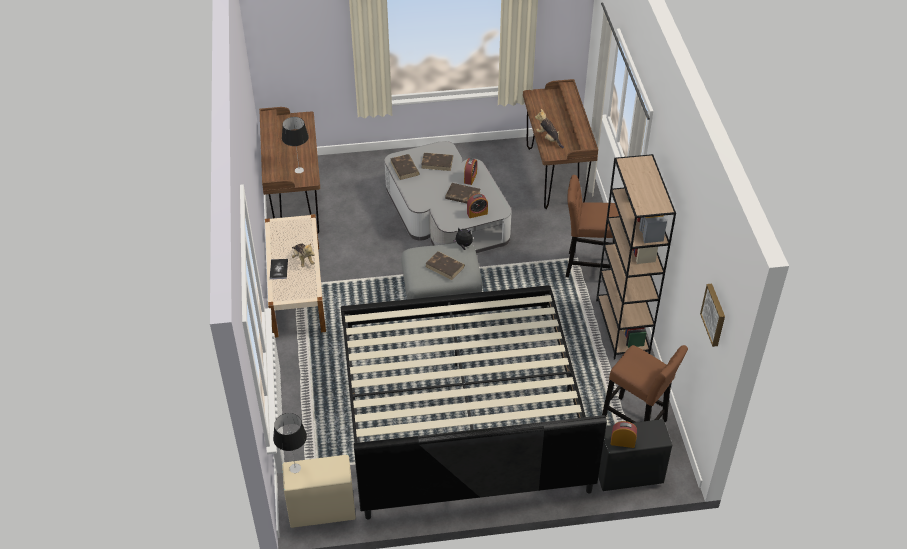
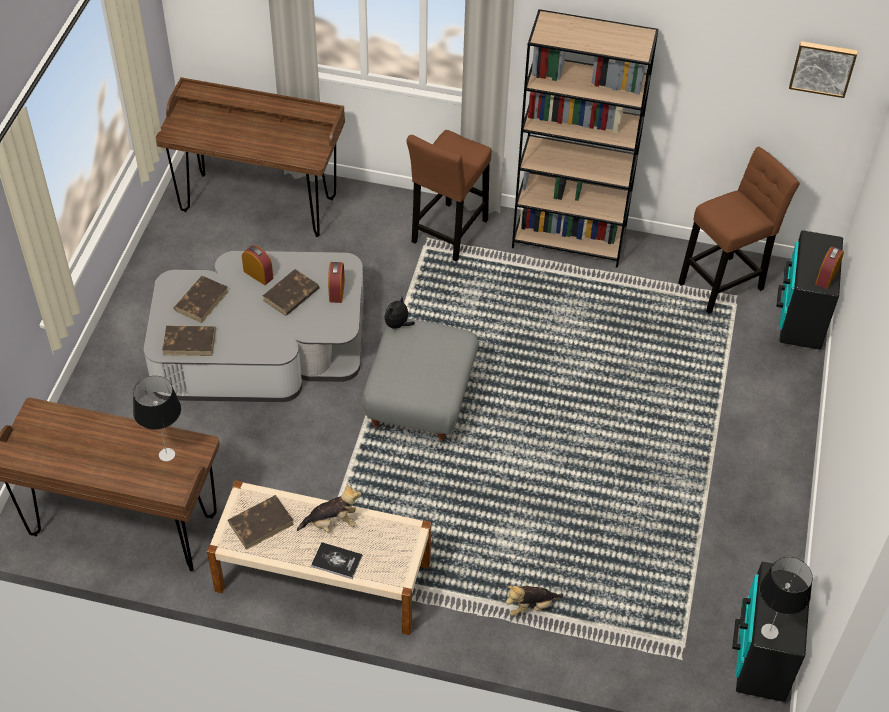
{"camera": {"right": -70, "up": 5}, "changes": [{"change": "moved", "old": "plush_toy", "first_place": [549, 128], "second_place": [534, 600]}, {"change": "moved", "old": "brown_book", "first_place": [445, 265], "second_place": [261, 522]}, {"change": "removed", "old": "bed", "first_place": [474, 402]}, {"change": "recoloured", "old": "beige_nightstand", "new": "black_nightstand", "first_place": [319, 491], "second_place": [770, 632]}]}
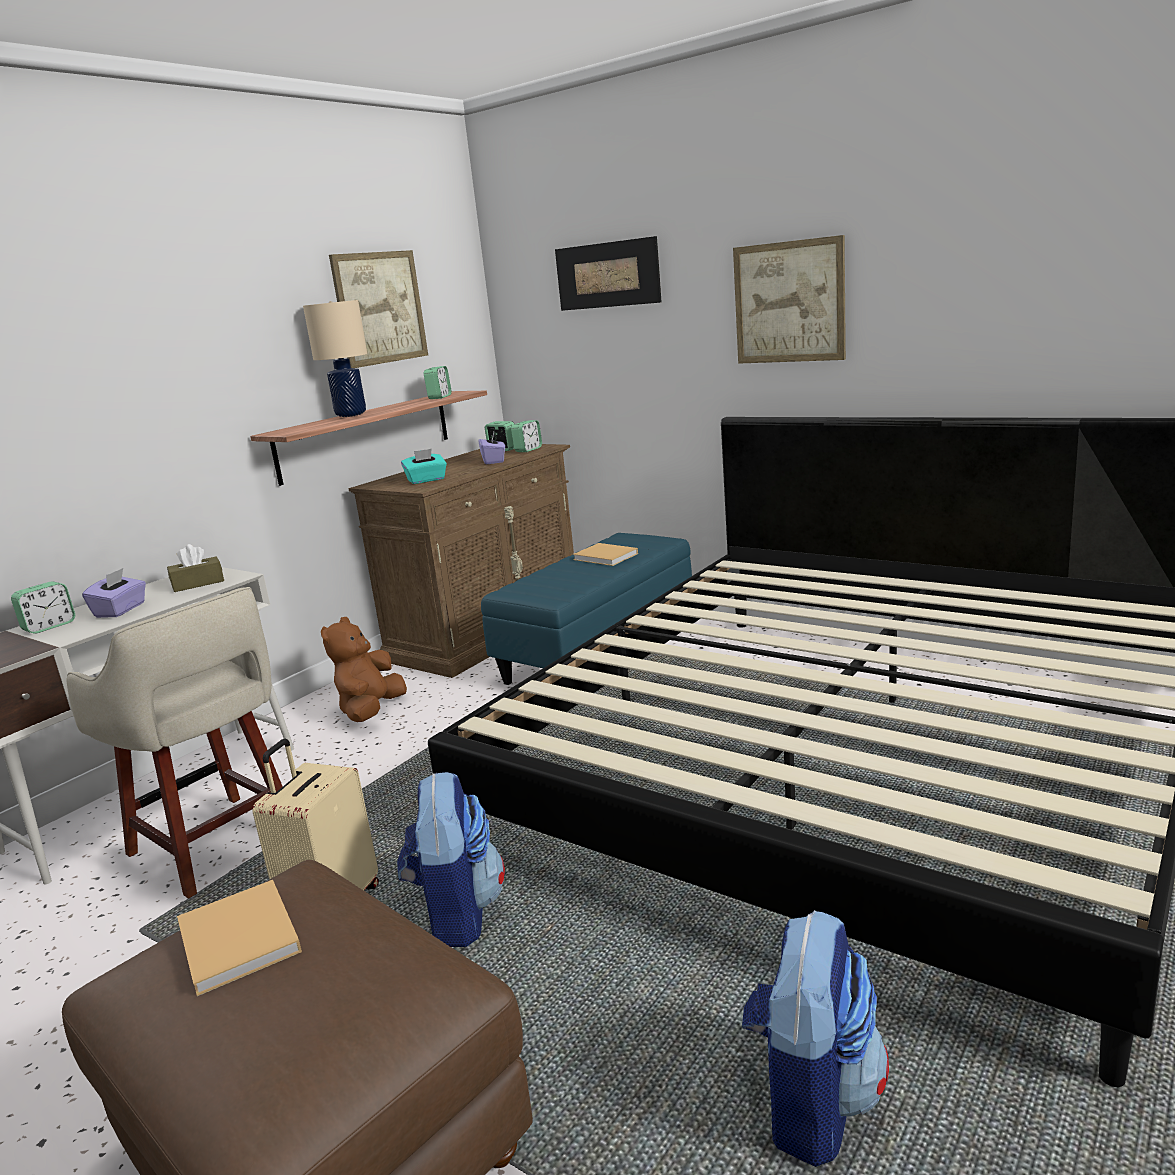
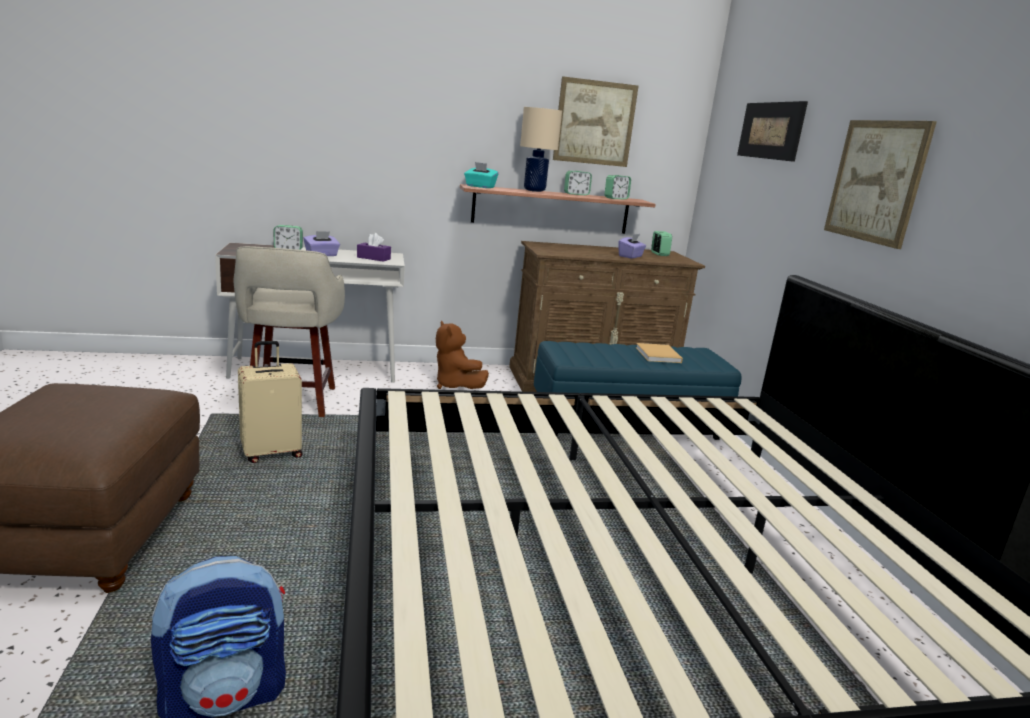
{"camera": {"right": 40, "up": 0}, "changes": [{"change": "moved", "old": "alarm_clock", "first_place": [526, 436], "second_place": [578, 183]}, {"change": "moved", "old": "turquoise_tissue_box", "first_place": [424, 466], "second_place": [481, 175]}, {"change": "recoloured", "old": "brown_tissue_box", "new": "purple_tissue_box", "first_place": [195, 568], "second_place": [374, 247]}, {"change": "turned", "old": "brown_plush_toy", "first_place": [364, 669], "second_place": [462, 355], "degrees": -90}, {"change": "removed", "old": "backpack", "first_place": [451, 859]}, {"change": "removed", "old": "beige_book", "first_place": [239, 938]}]}
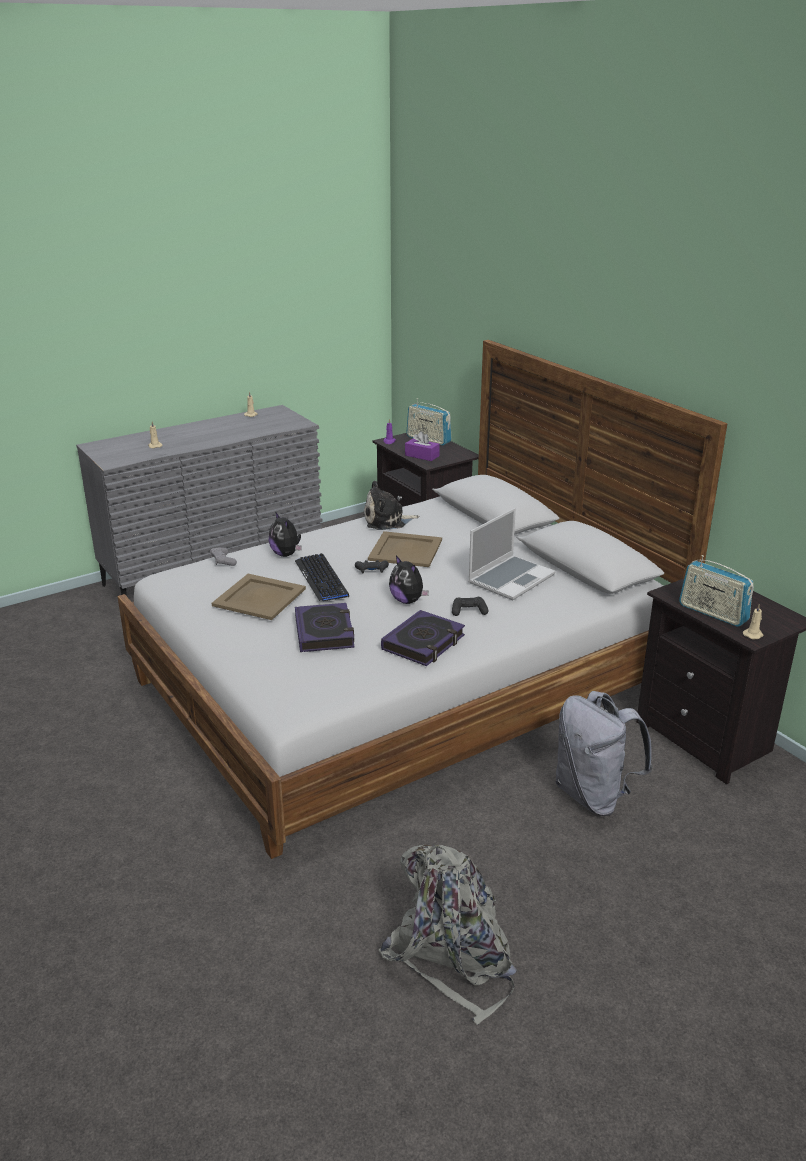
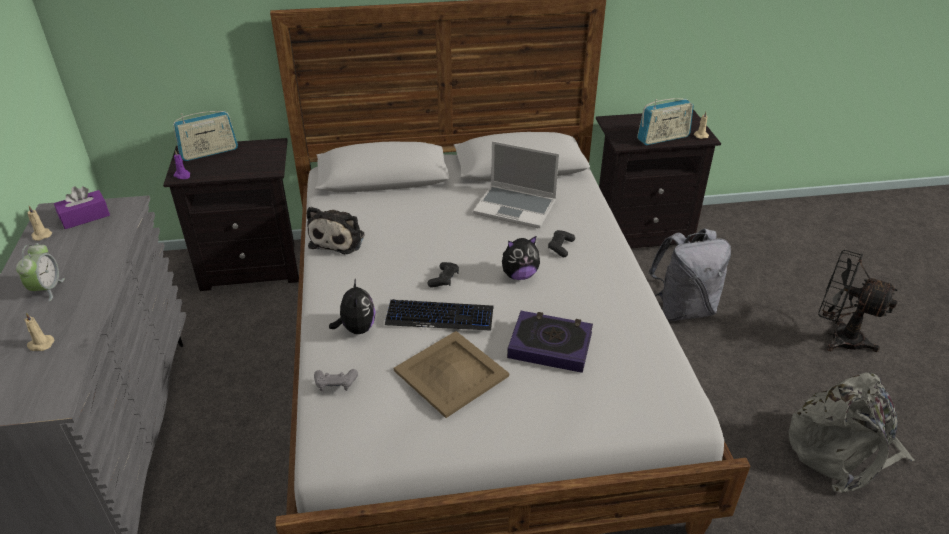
{"camera": {"right": -65, "up": 10}, "changes": [{"change": "moved", "old": "purple_tissue_box", "first_place": [422, 446], "second_place": [82, 207]}, {"change": "turned", "old": "laptop", "first_place": [511, 554], "second_place": [516, 184], "degrees": 135}, {"change": "turned", "old": "plush_toy", "first_place": [285, 534], "second_place": [352, 306], "degrees": -90}, {"change": "removed", "old": "beige_tray", "first_place": [405, 549]}, {"change": "removed", "old": "book", "first_place": [423, 638]}, {"change": "added", "new": "alarm_clock", "second_place": [40, 272]}, {"change": "added", "new": "black_fan", "second_place": [858, 301]}]}
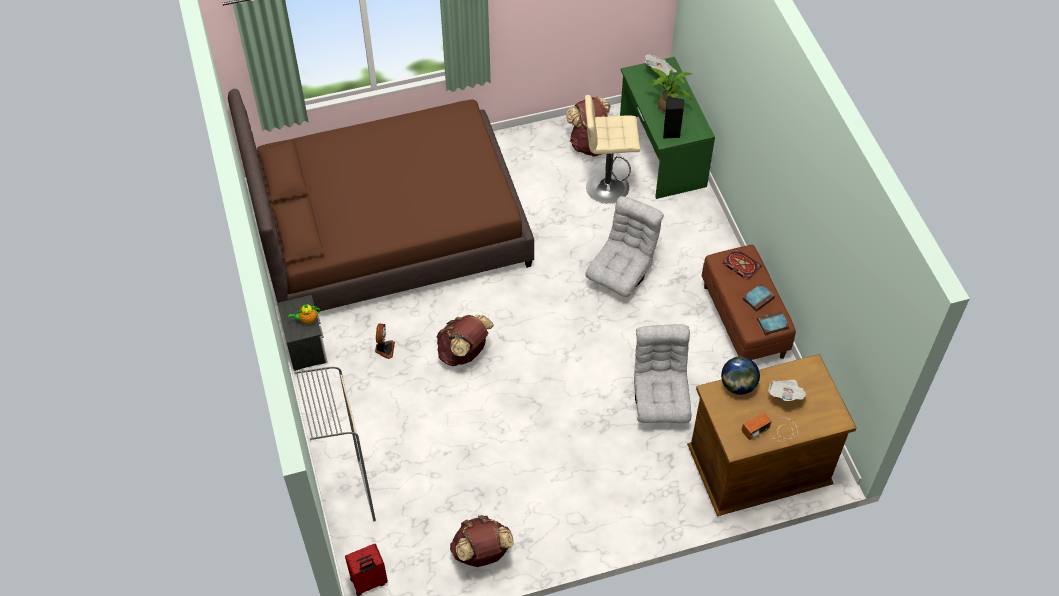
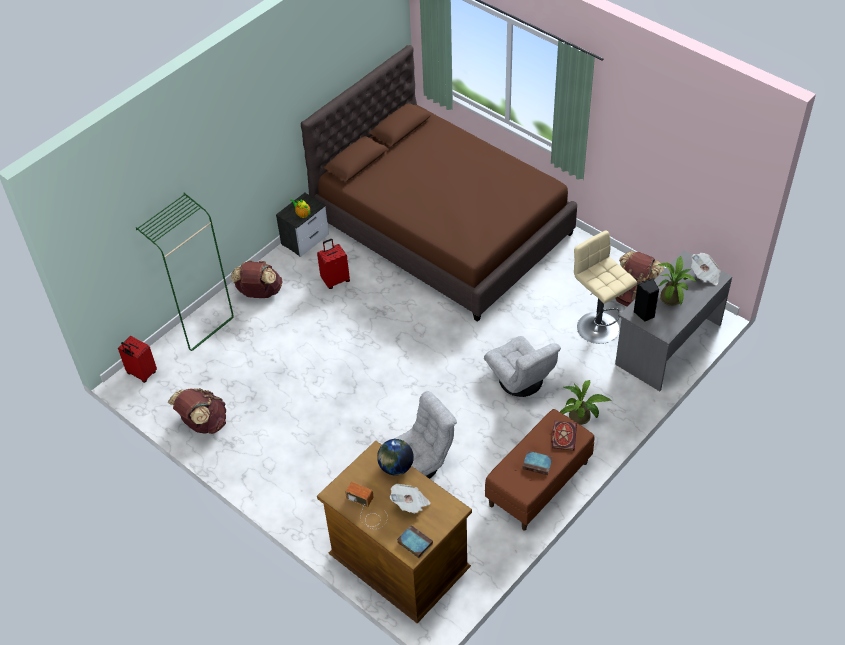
{"camera": {"right": 60, "up": -5}, "changes": [{"change": "recoloured", "old": "green_desk", "new": "grey_desk", "first_place": [667, 128], "second_place": [674, 320]}, {"change": "turned", "old": "grey_armchair", "first_place": [624, 246], "second_place": [522, 366], "degrees": 60}, {"change": "moved", "old": "book", "first_place": [773, 323], "second_place": [415, 541]}, {"change": "moved", "old": "brown_backpack", "first_place": [465, 340], "second_place": [257, 279]}, {"change": "replaced", "old": "fan", "new": "red_suitcase", "first_place": [385, 341], "second_place": [333, 264]}, {"change": "recoloured", "old": "grey_clothes_rack", "new": "green_clothes_rack", "first_place": [335, 444], "second_place": [185, 272]}, {"change": "added", "new": "potted_plant", "second_place": [585, 402]}]}
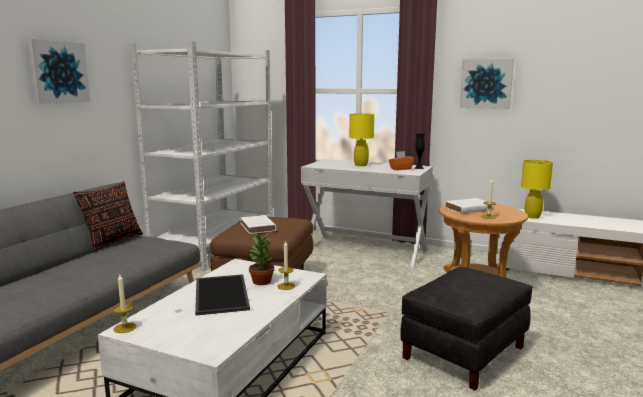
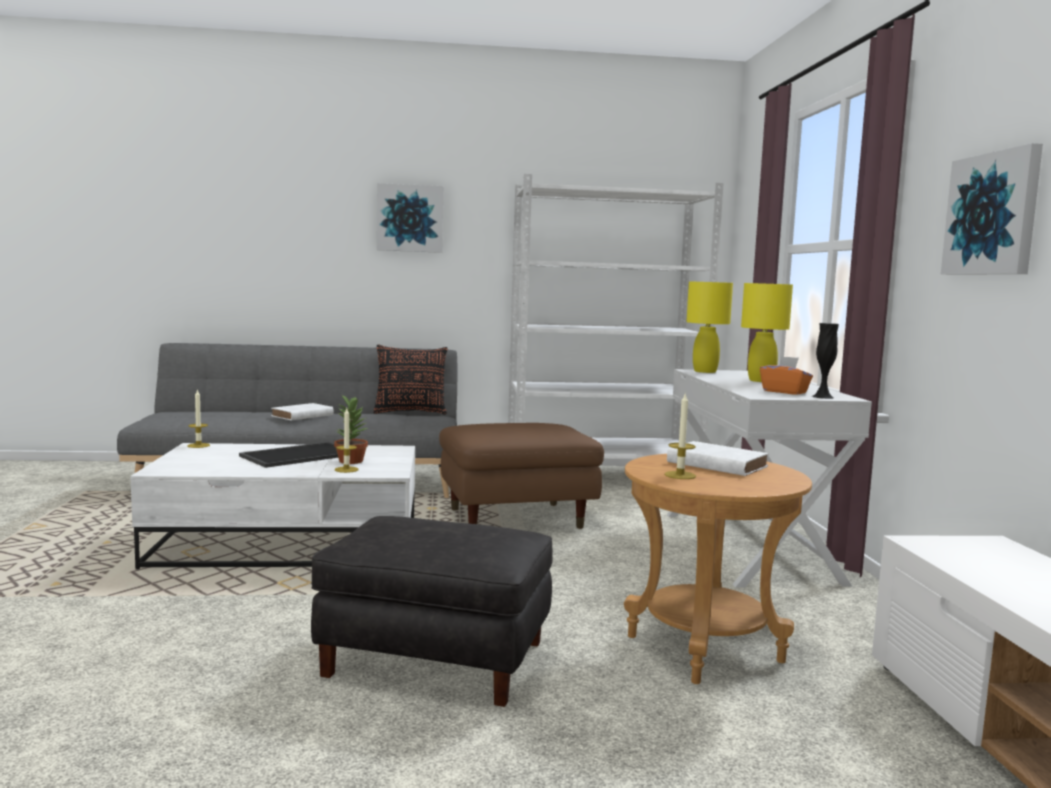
{"camera": {"right": 60, "up": -5}, "changes": [{"change": "moved", "old": "yellow_table_lamp", "first_place": [537, 189], "second_place": [709, 327]}, {"change": "moved", "old": "white_book", "first_place": [259, 224], "second_place": [302, 411]}]}
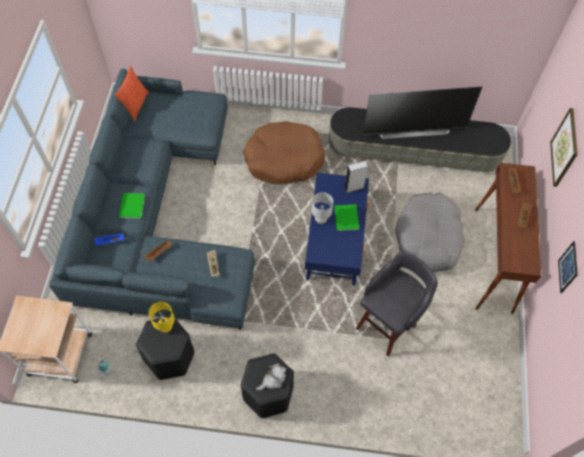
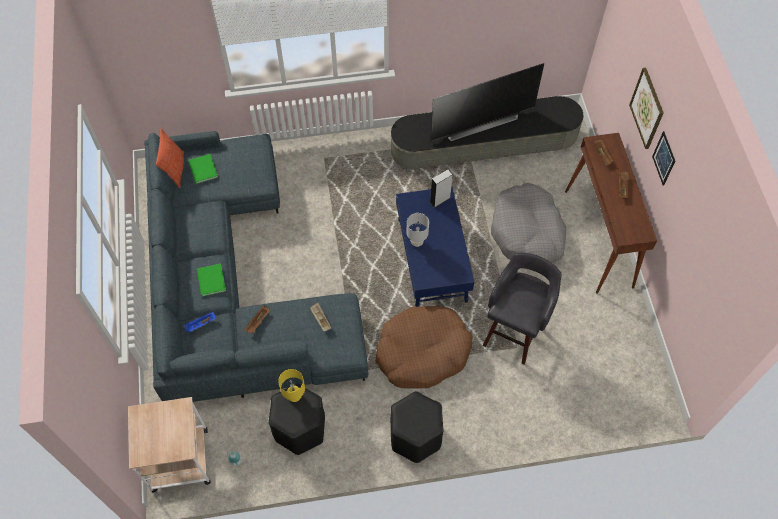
{"camera": {"right": -15, "up": 0}, "changes": [{"change": "moved", "old": "brown_dog_bed", "first_place": [284, 152], "second_place": [424, 347]}, {"change": "moved", "old": "green_book", "first_place": [346, 218], "second_place": [203, 169]}, {"change": "moved", "old": "picture", "first_place": [568, 267], "second_place": [663, 158]}, {"change": "removed", "old": "plush_toy", "first_place": [271, 377]}]}
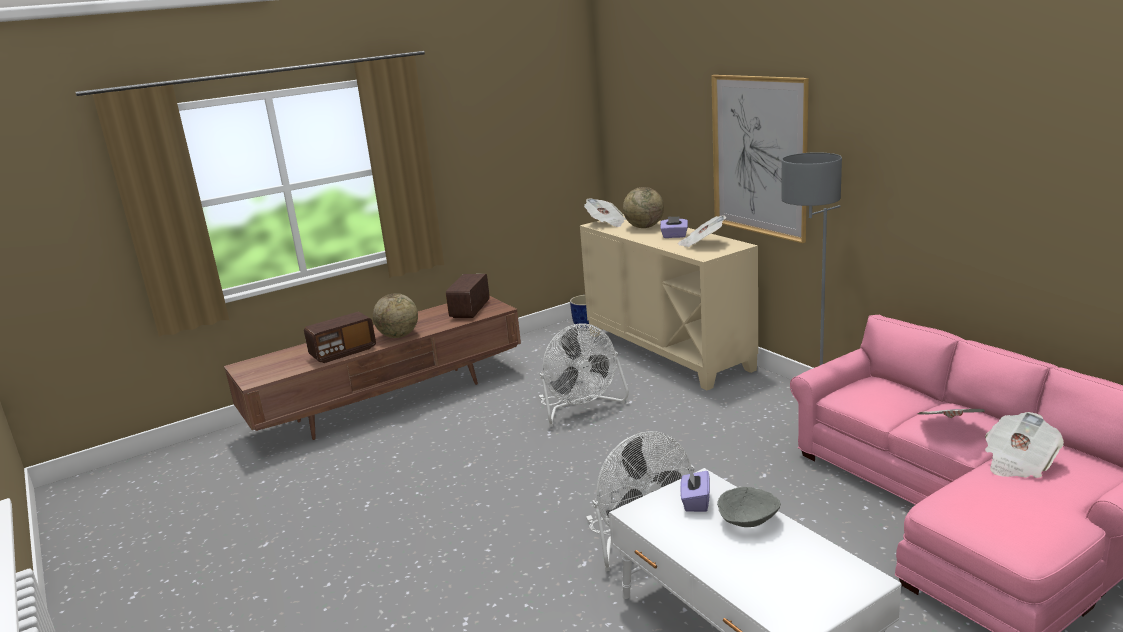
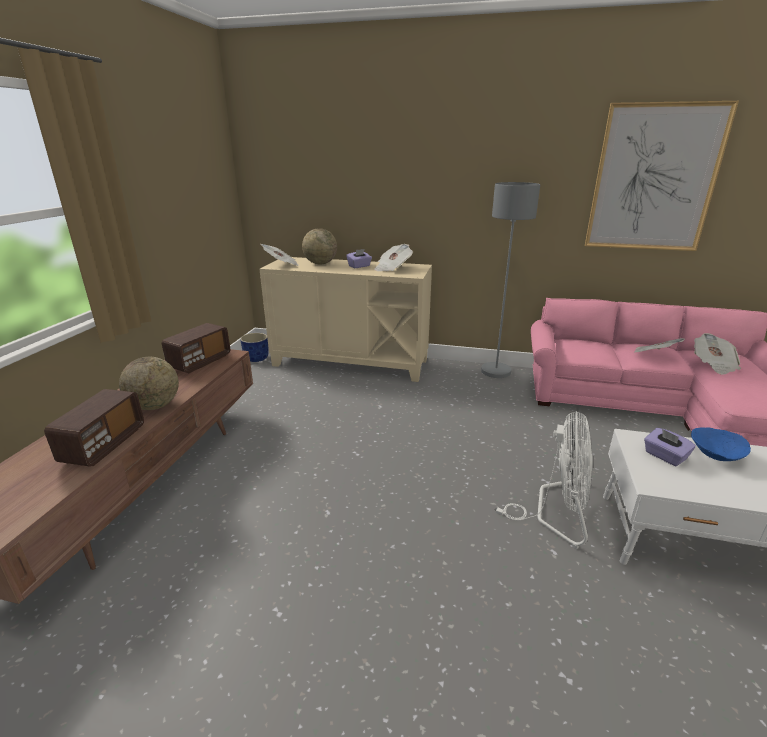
{"camera": {"right": -45, "up": 5}, "changes": [{"change": "moved", "old": "picture", "first_place": [760, 159], "second_place": [662, 176]}, {"change": "turned", "old": "radio", "first_place": [468, 296], "second_place": [196, 348], "degrees": -120}, {"change": "removed", "old": "white_fan", "first_place": [584, 375]}, {"change": "recoloured", "old": "grey_bowl", "new": "blue_bowl", "first_place": [749, 507], "second_place": [721, 444]}]}
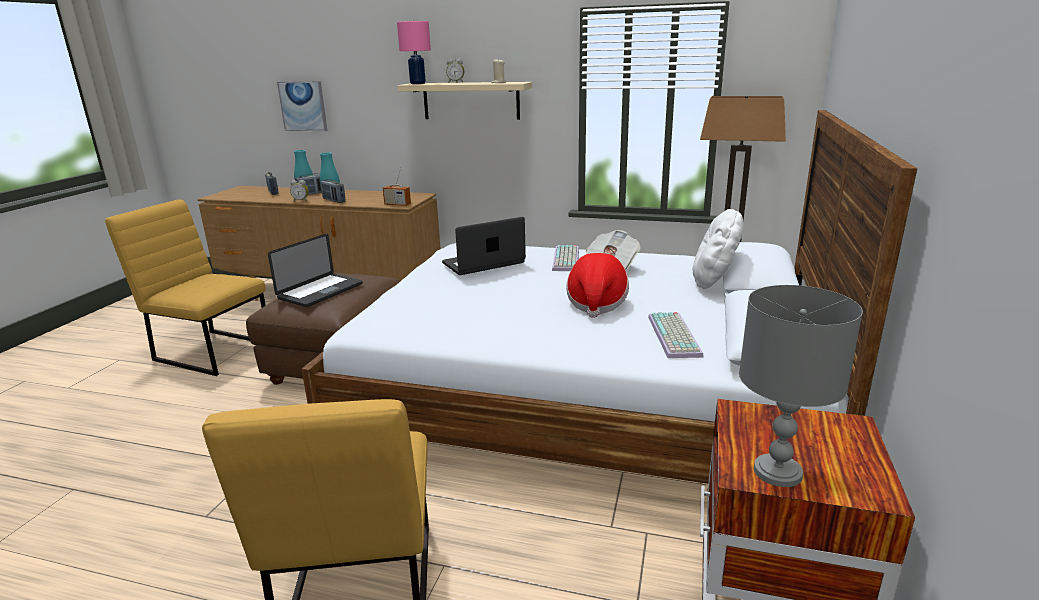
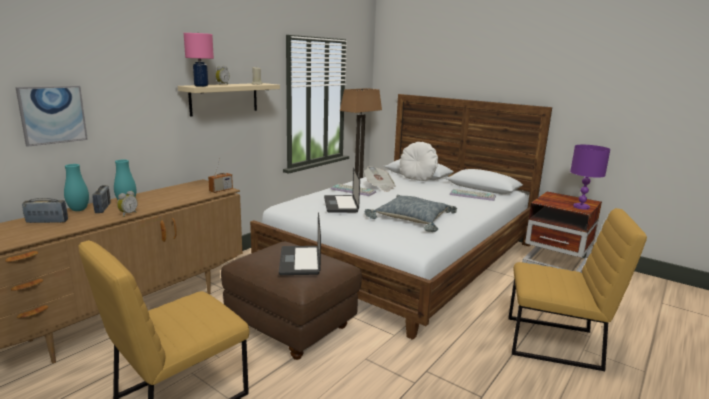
{"camera": {"right": -70, "up": -5}, "changes": [{"change": "removed", "old": "radio", "first_place": [333, 191]}, {"change": "turned", "old": "laptop", "first_place": [315, 270], "second_place": [300, 244], "degrees": -150}, {"change": "removed", "old": "hat", "first_place": [597, 285]}, {"change": "recoloured", "old": "grey_table_lamp", "new": "purple_table_lamp", "first_place": [801, 386], "second_place": [590, 177]}, {"change": "added", "new": "pillow", "second_place": [411, 213]}]}
